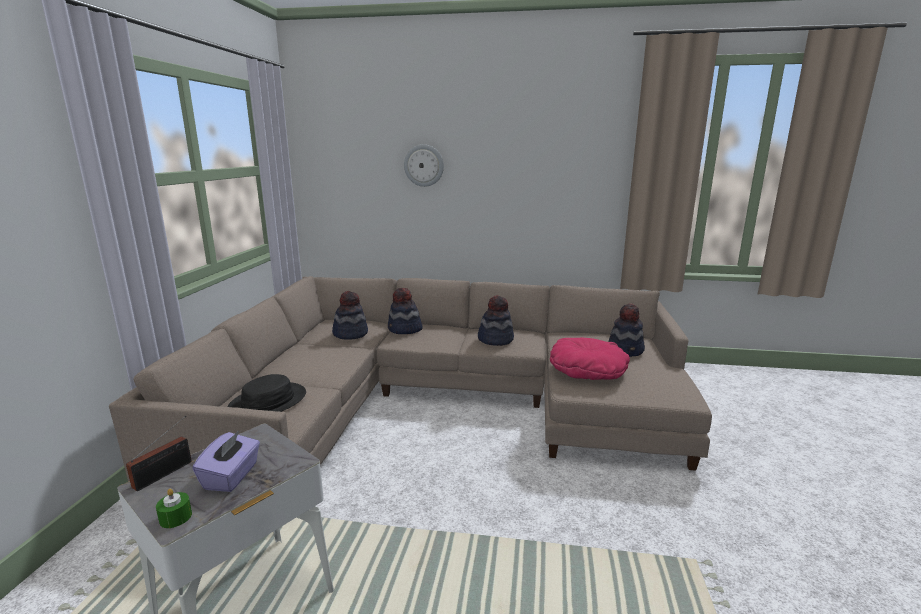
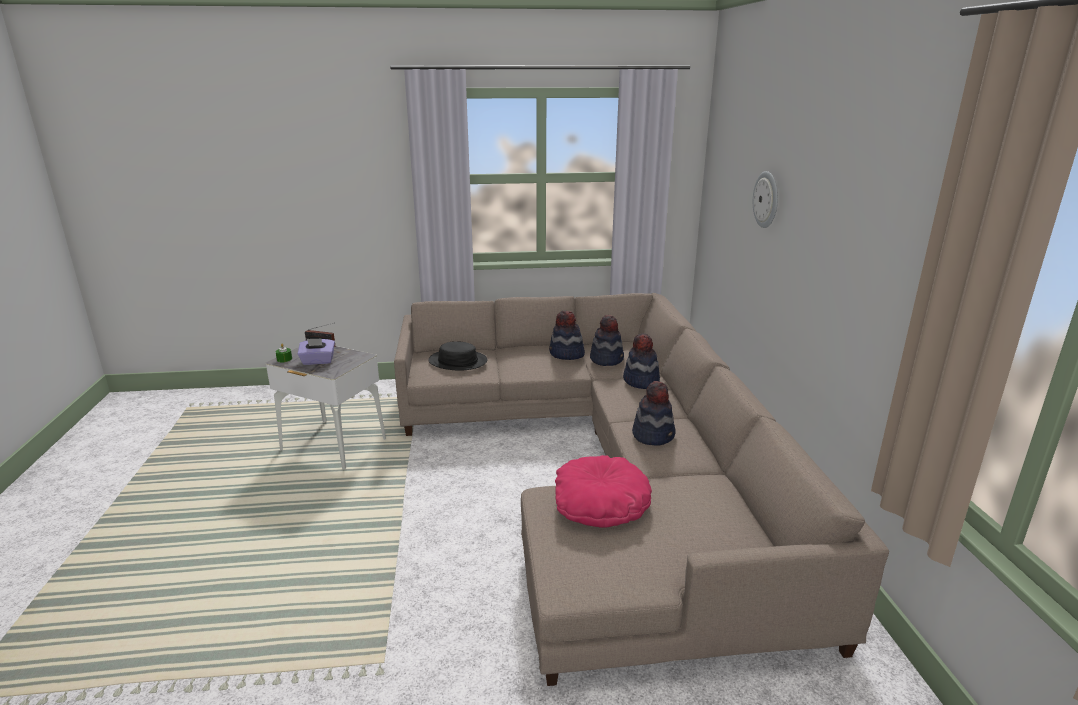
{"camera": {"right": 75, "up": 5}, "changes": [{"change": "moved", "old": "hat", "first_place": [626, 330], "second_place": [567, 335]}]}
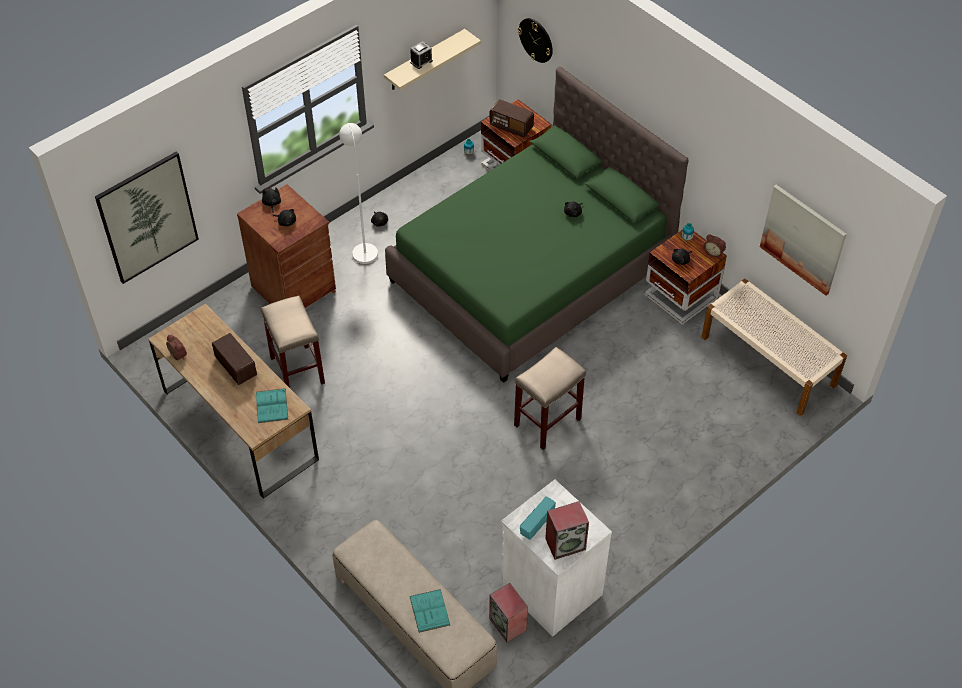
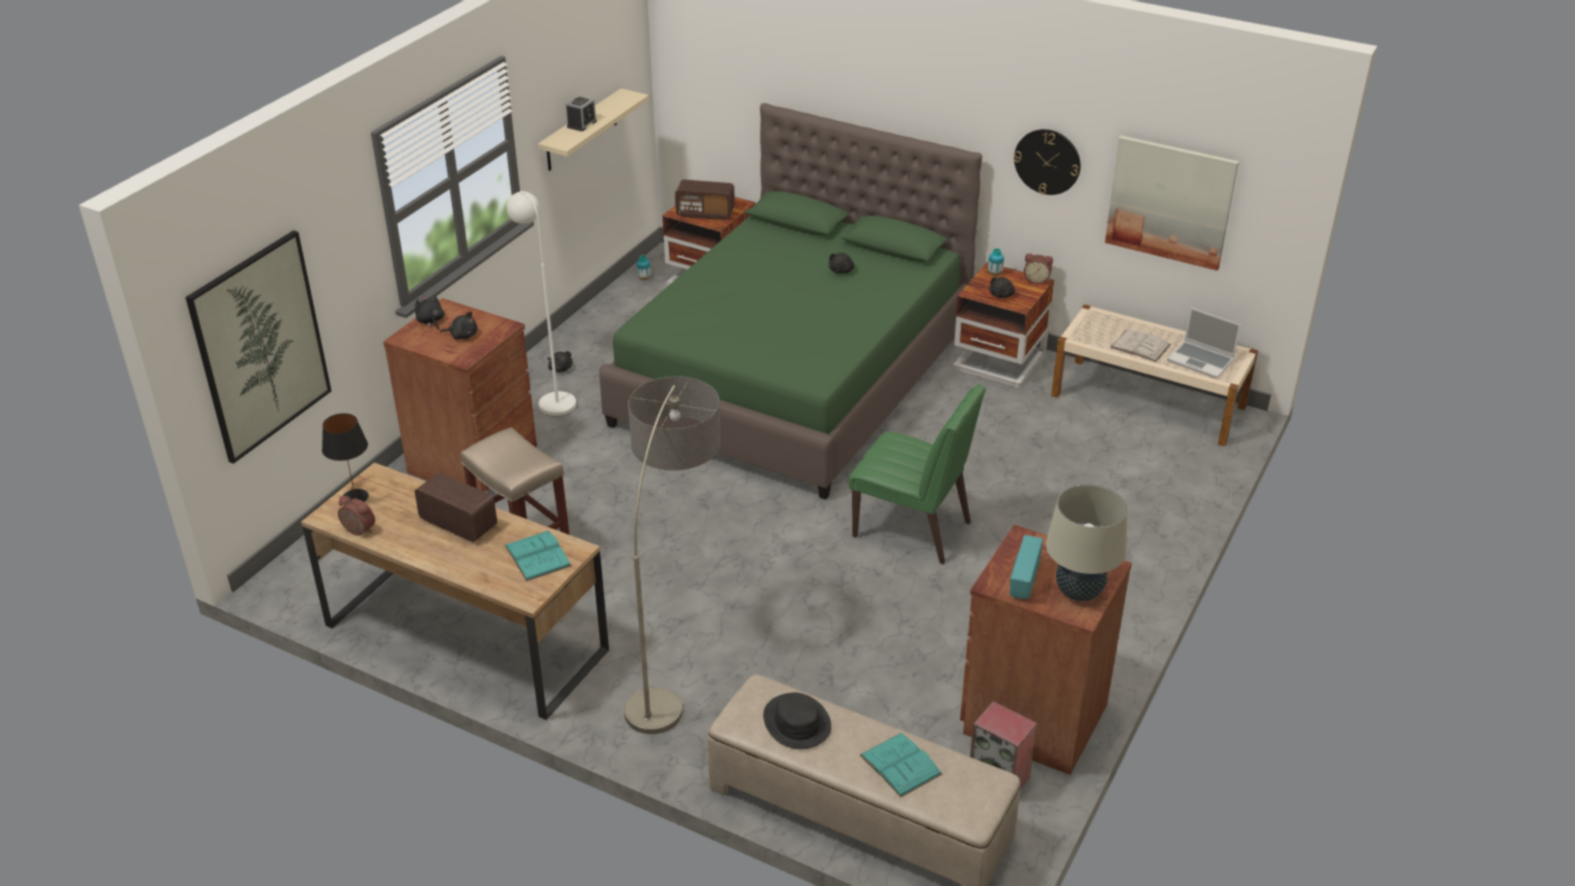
{"camera": {"right": -20, "up": -15}, "changes": [{"change": "moved", "old": "wall_clock", "first_place": [535, 40], "second_place": [1047, 162]}, {"change": "replaced", "old": "beige_stool", "new": "green_chair", "first_place": [550, 398], "second_place": [917, 474]}, {"change": "recoloured", "old": "white_dresser", "new": "brown_dresser", "first_place": [556, 558], "second_place": [1046, 650]}, {"change": "replaced", "old": "speaker", "new": "beige_table_lamp", "first_place": [567, 530], "second_place": [1086, 542]}, {"change": "added", "new": "laptop", "second_place": [1204, 342]}, {"change": "added", "new": "white_book", "second_place": [1140, 346]}, {"change": "added", "new": "floor_lamp", "second_place": [672, 555]}, {"change": "added", "new": "black_table_lamp", "second_place": [345, 457]}, {"change": "added", "new": "black_hat", "second_place": [797, 720]}]}
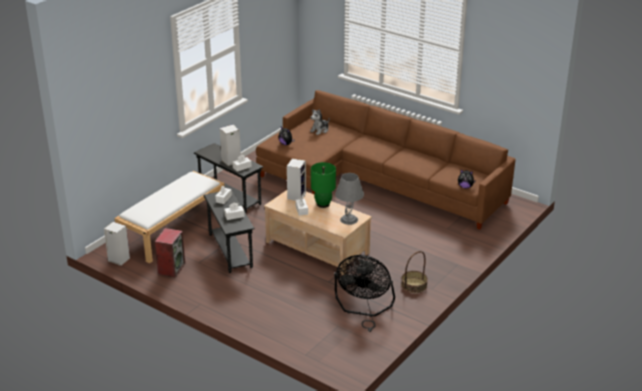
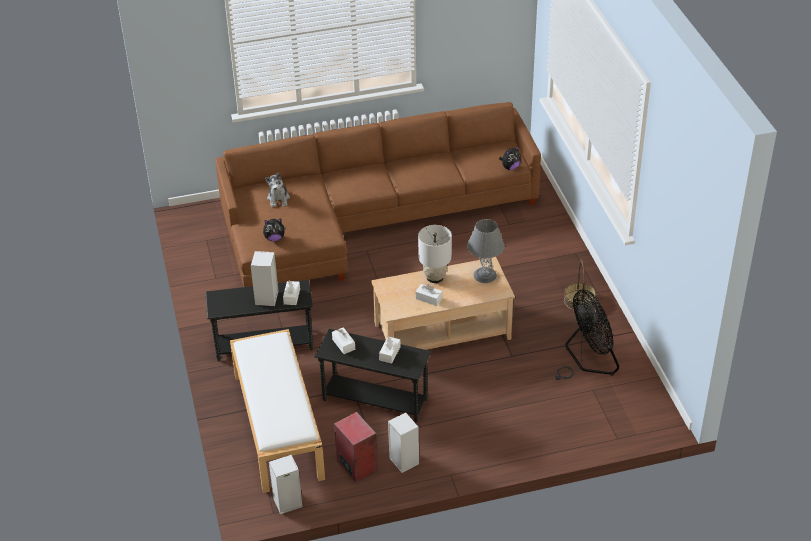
{"camera": {"right": -50, "up": 10}, "changes": [{"change": "moved", "old": "speaker", "first_place": [296, 180], "second_place": [403, 443]}, {"change": "recoloured", "old": "green_table_lamp", "new": "white_table_lamp", "first_place": [323, 185], "second_place": [435, 254]}, {"change": "turned", "old": "black_fan", "first_place": [364, 293], "second_place": [586, 335], "degrees": 105}]}
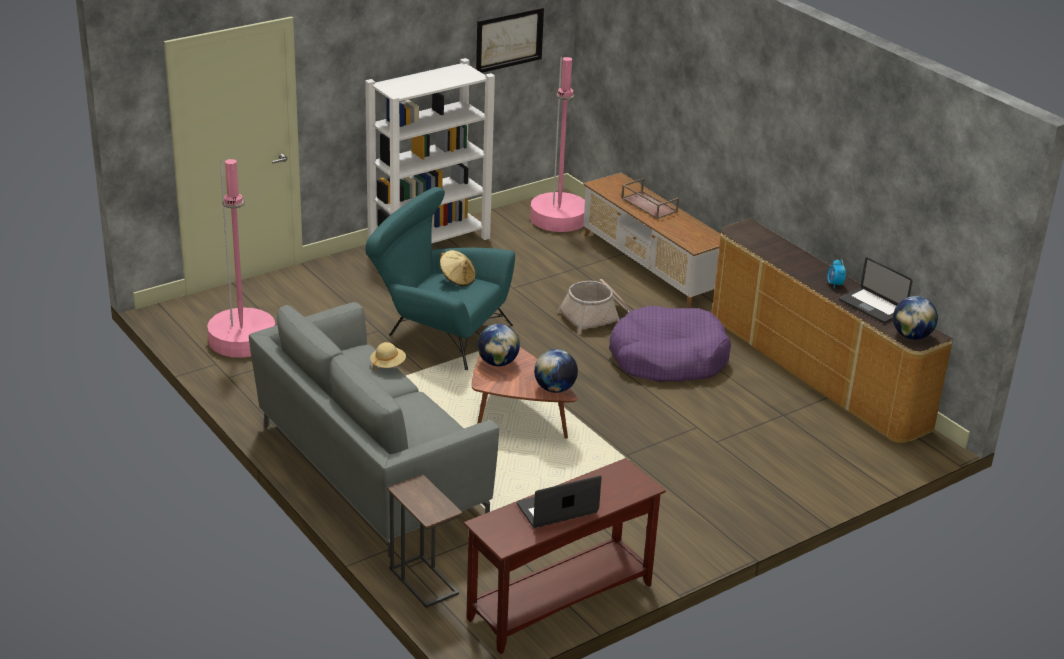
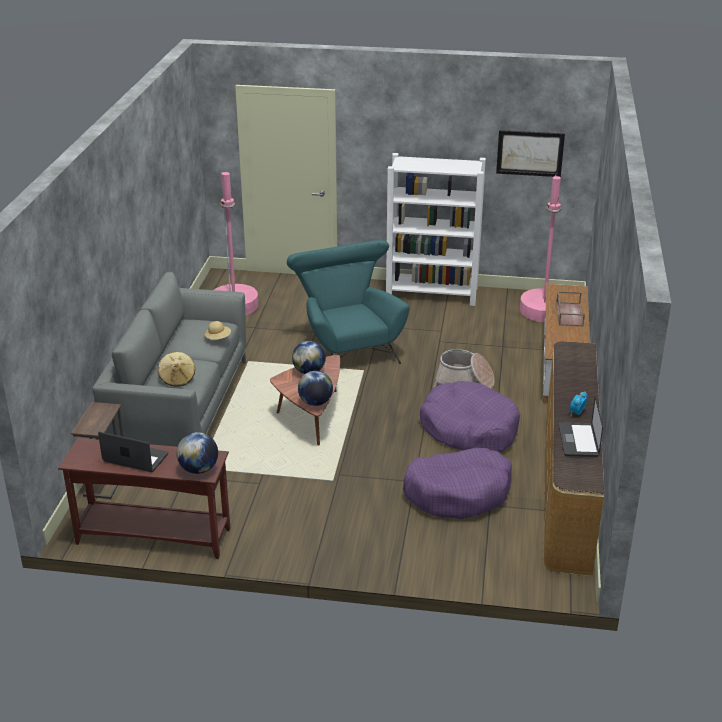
{"camera": {"right": 45, "up": 0}, "changes": [{"change": "moved", "old": "beige_hat", "first_place": [458, 268], "second_place": [176, 369]}, {"change": "moved", "old": "globe", "first_place": [915, 318], "second_place": [197, 453]}, {"change": "added", "new": "purple_dog_bed", "second_place": [457, 483]}]}
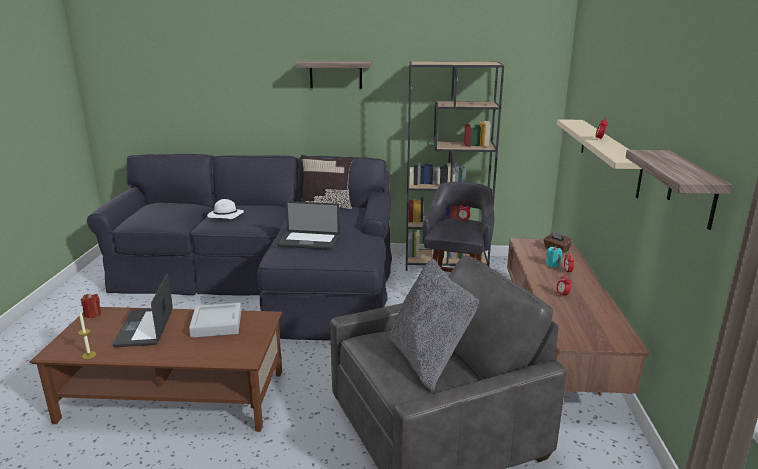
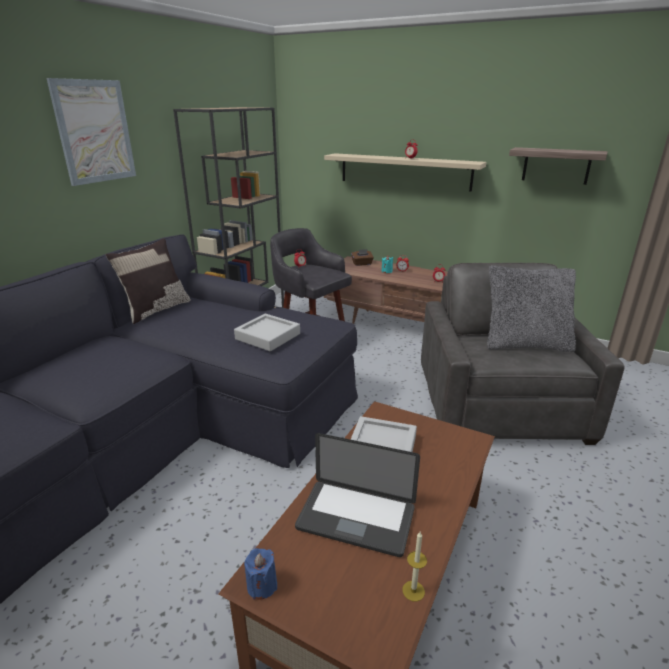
{"camera": {"right": -65, "up": 5}, "changes": [{"change": "replaced", "old": "shelf", "new": "picture", "first_place": [333, 74], "second_place": [91, 132]}, {"change": "removed", "old": "white_hat", "first_place": [225, 209]}, {"change": "replaced", "old": "laptop", "new": "grey_tray", "first_place": [308, 225], "second_place": [267, 332]}, {"change": "recoloured", "old": "red_candle", "new": "blue_candle", "first_place": [91, 305], "second_place": [260, 574]}]}
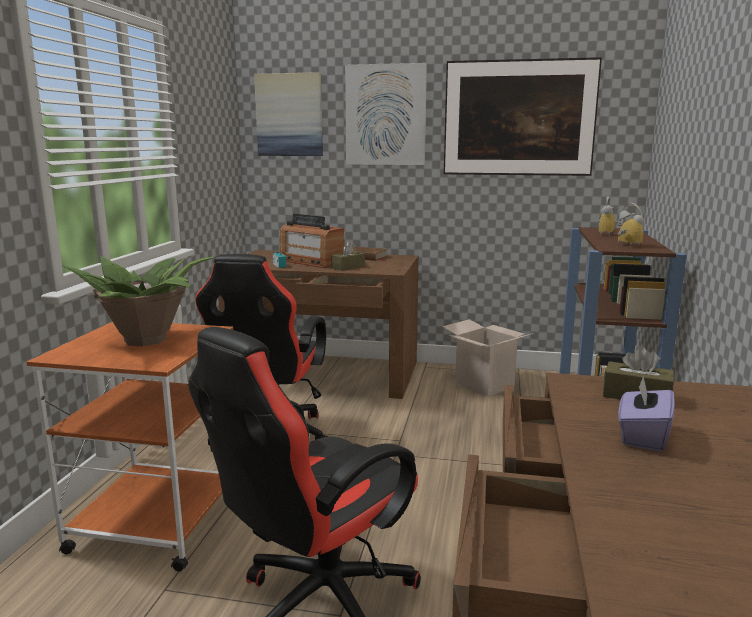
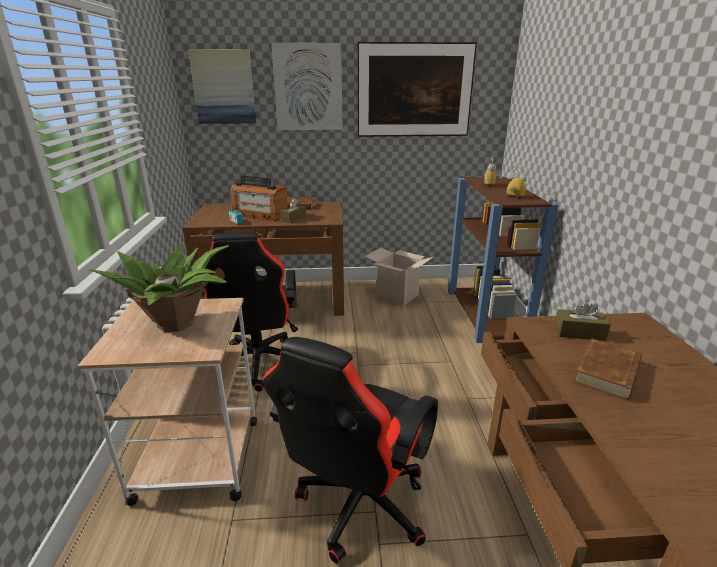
{"camera": {"right": -15, "up": 10}, "changes": [{"change": "recoloured", "old": "orange_cart", "new": "beige_cart", "first_place": [130, 446], "second_place": [167, 402]}, {"change": "replaced", "old": "purple_tissue_box", "new": "brown_book", "first_place": [646, 414], "second_place": [607, 369]}]}
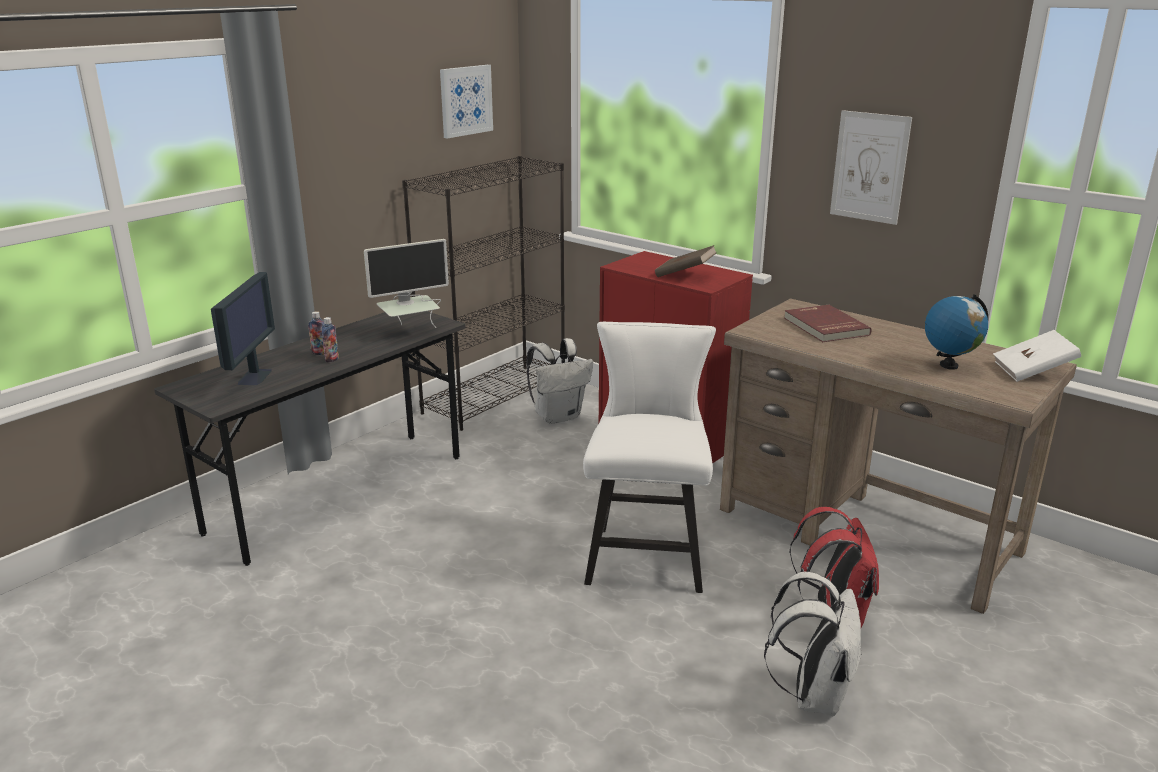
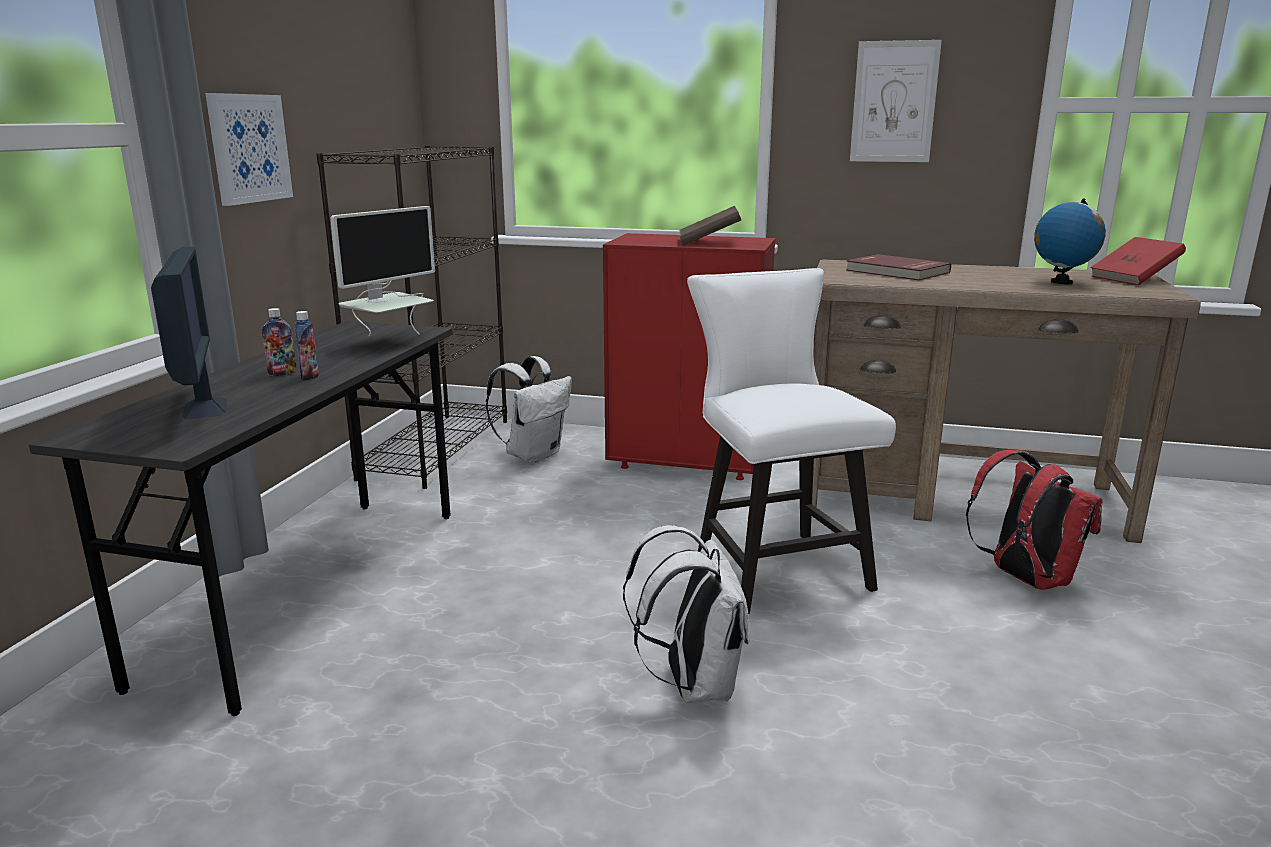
{"camera": {"right": -25, "up": -5}, "changes": [{"change": "moved", "old": "picture", "first_place": [466, 101], "second_place": [249, 149]}, {"change": "recoloured", "old": "white_book", "new": "red_book", "first_place": [1037, 356], "second_place": [1138, 261]}, {"change": "moved", "old": "white_backpack", "first_place": [813, 644], "second_place": [686, 614]}]}
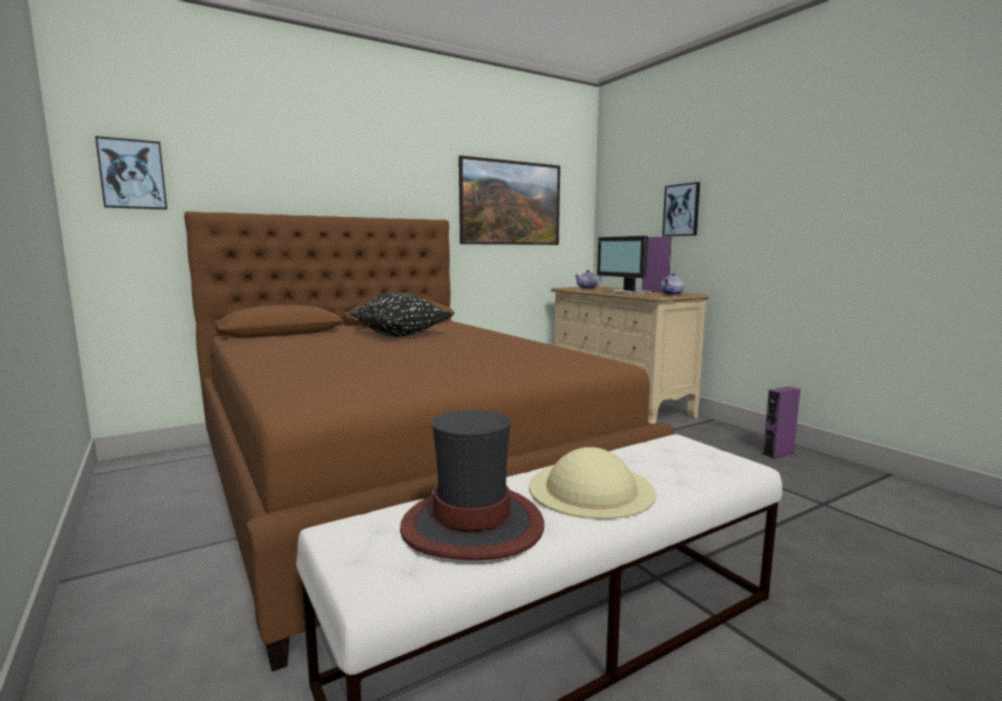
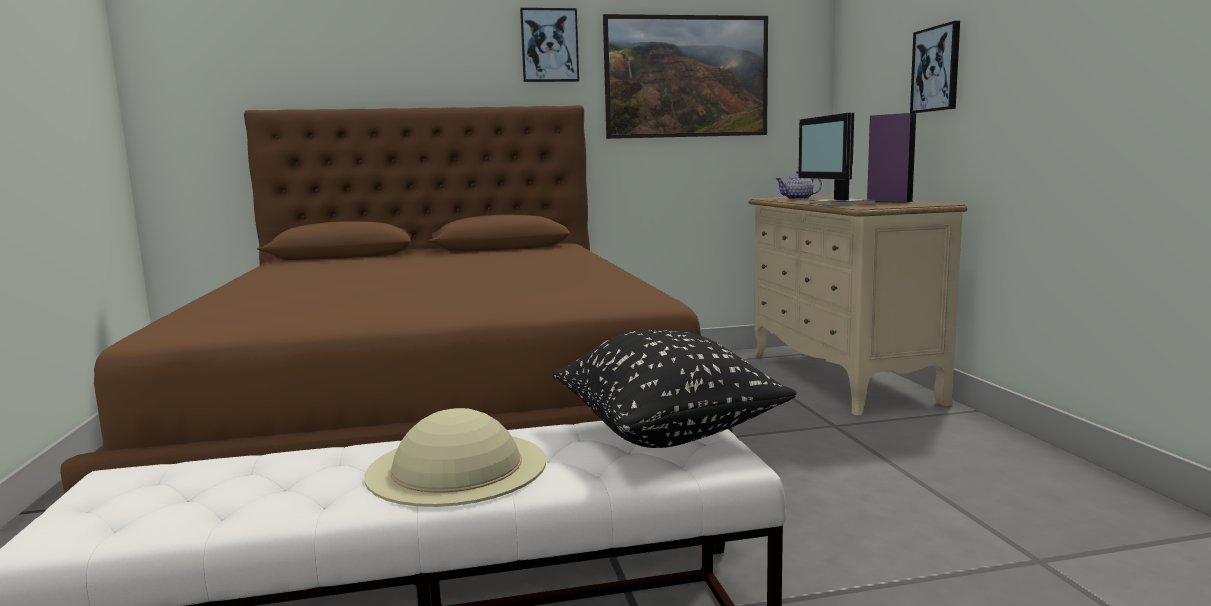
{"camera": {"right": 20, "up": 0}, "changes": [{"change": "moved", "old": "picture", "first_place": [131, 173], "second_place": [549, 45]}, {"change": "removed", "old": "teapot", "first_place": [672, 284]}, {"change": "moved", "old": "black_pillow", "first_place": [400, 315], "second_place": [674, 389]}, {"change": "removed", "old": "purple_speaker", "first_place": [781, 422]}, {"change": "removed", "old": "hat", "first_place": [472, 485]}]}
